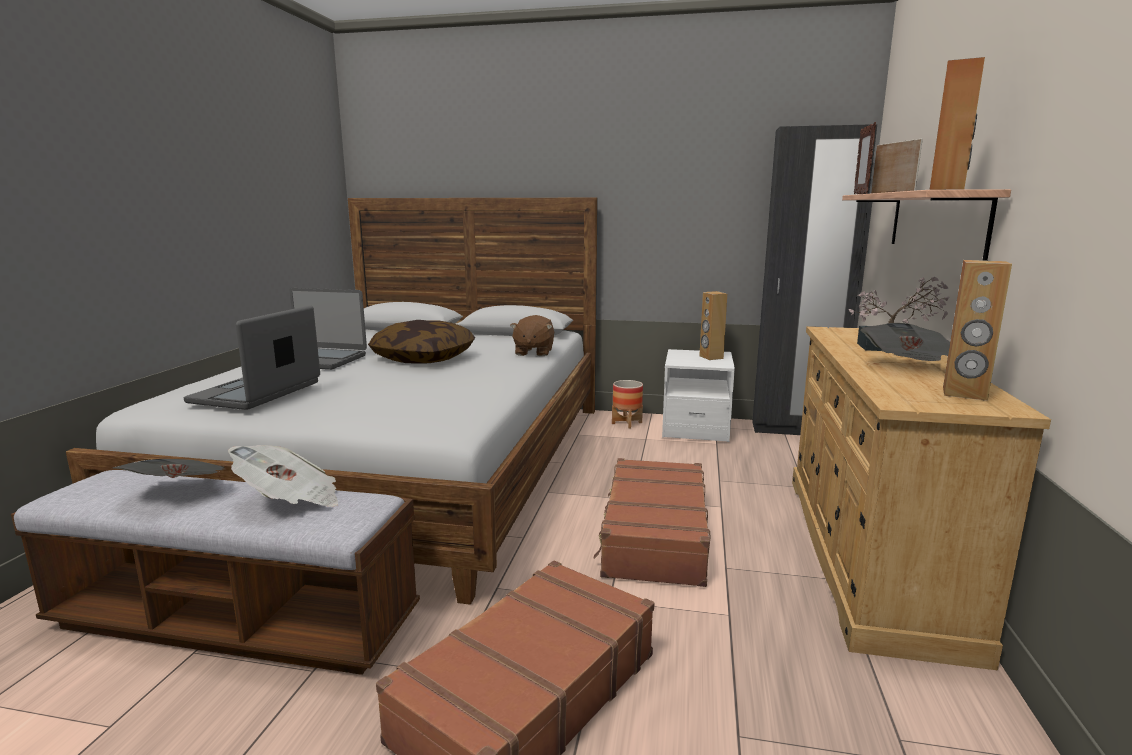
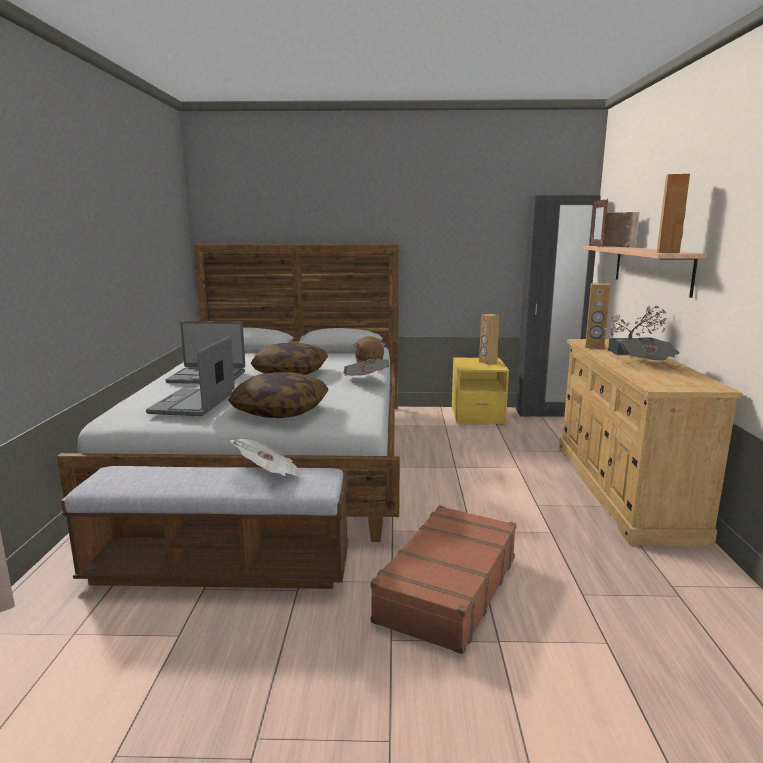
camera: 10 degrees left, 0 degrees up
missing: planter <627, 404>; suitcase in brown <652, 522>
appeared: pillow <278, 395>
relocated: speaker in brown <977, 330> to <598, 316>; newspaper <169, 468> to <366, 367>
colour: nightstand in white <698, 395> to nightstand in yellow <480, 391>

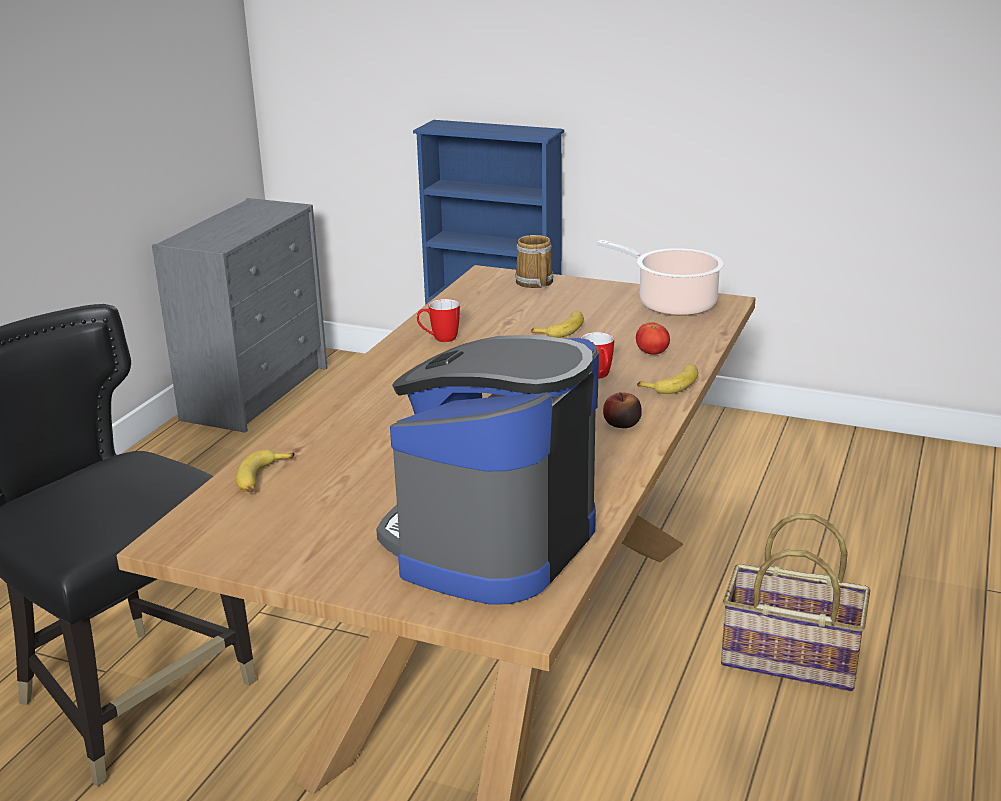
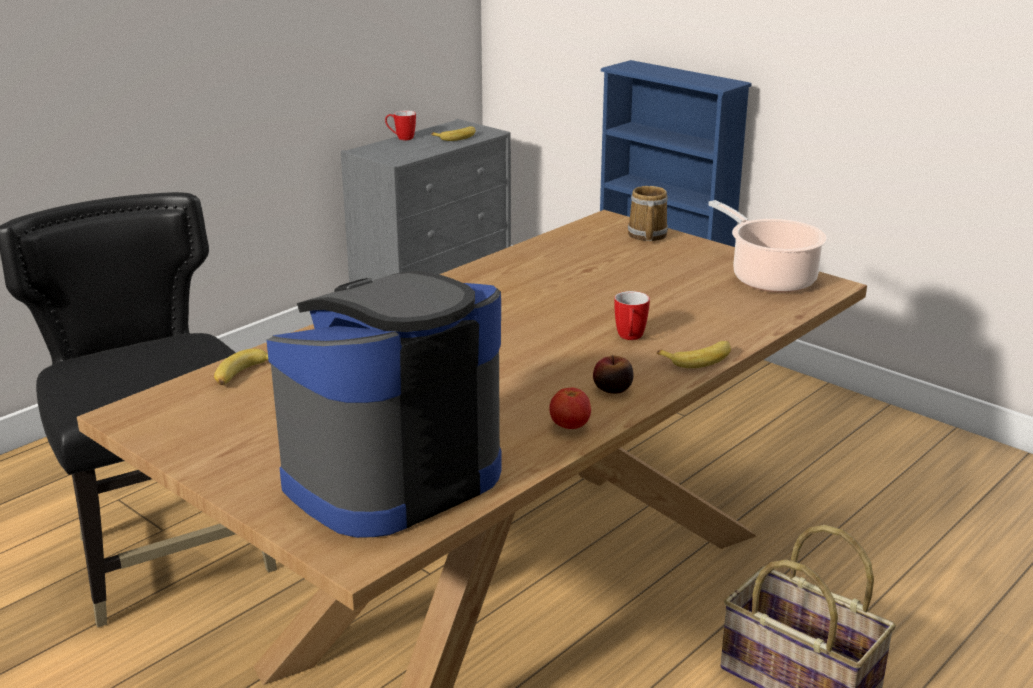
camera: 20 degrees right, 0 degrees up
relocated: mug <438, 320> to <400, 125>; banana <557, 324> to <453, 133>; tomato <653, 338> to <570, 408>

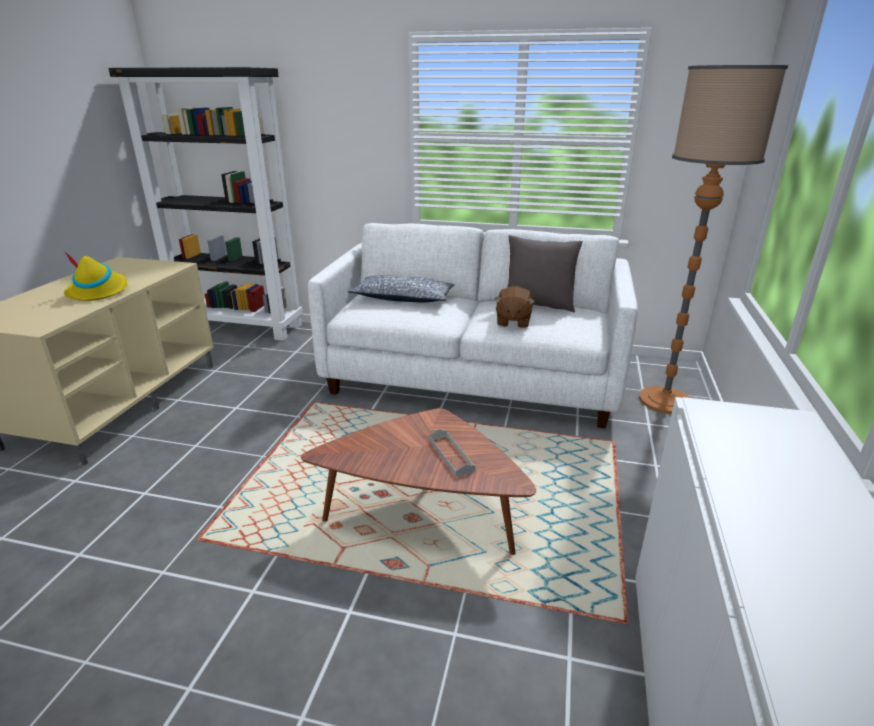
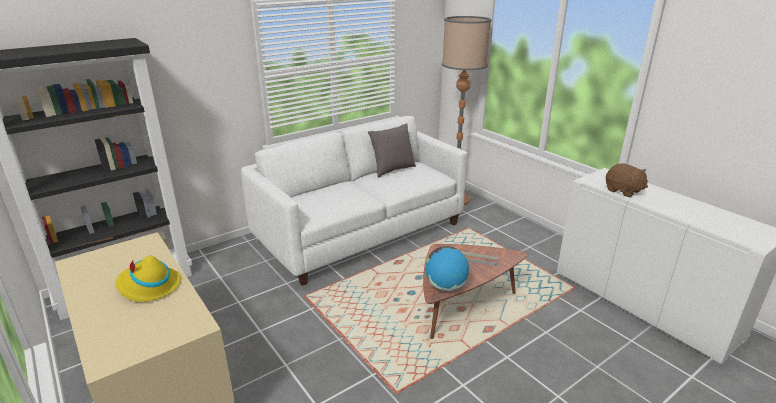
camera: 50 degrees left, 0 degrees up
missing: pillow <401, 288>
appeared: globe <447, 268>
relocated: plush toy in brown <514, 307> to <627, 180>

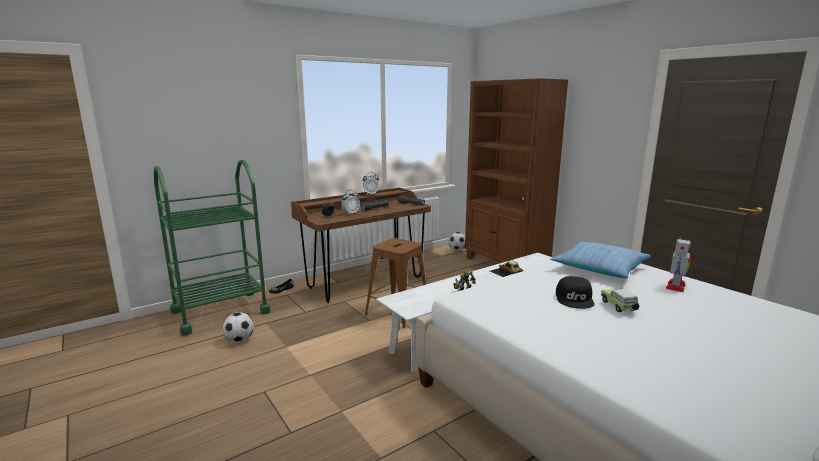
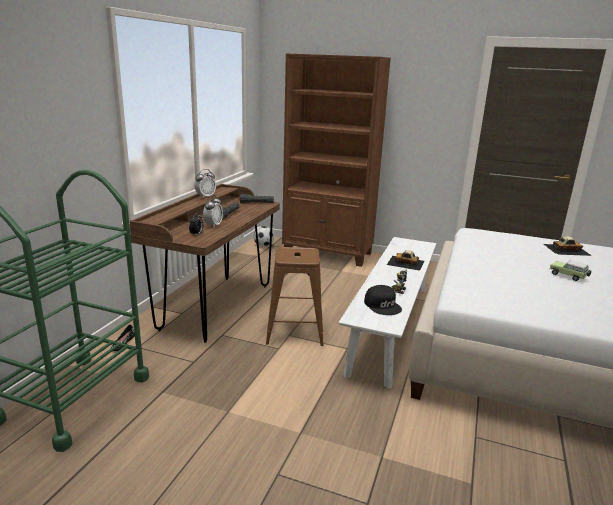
camera: 35 degrees left, 5 degrees up
missing: pillow <600, 259>; football <238, 327>
relocated: cap in black <575, 292> to <383, 300>
exchanged: toy robot <678, 265> to toy car <568, 246>

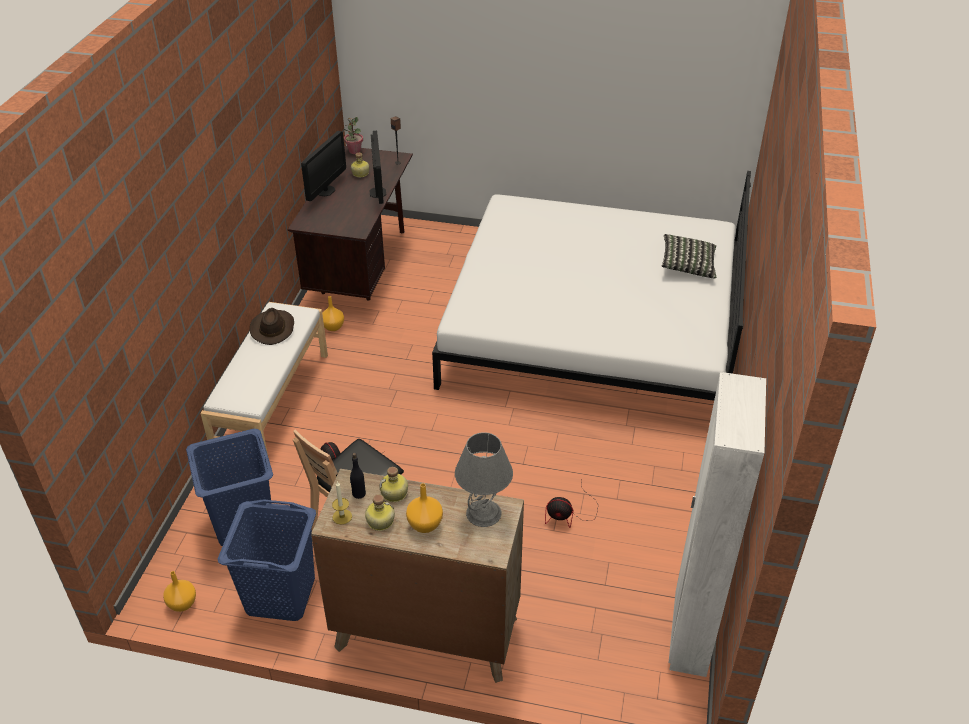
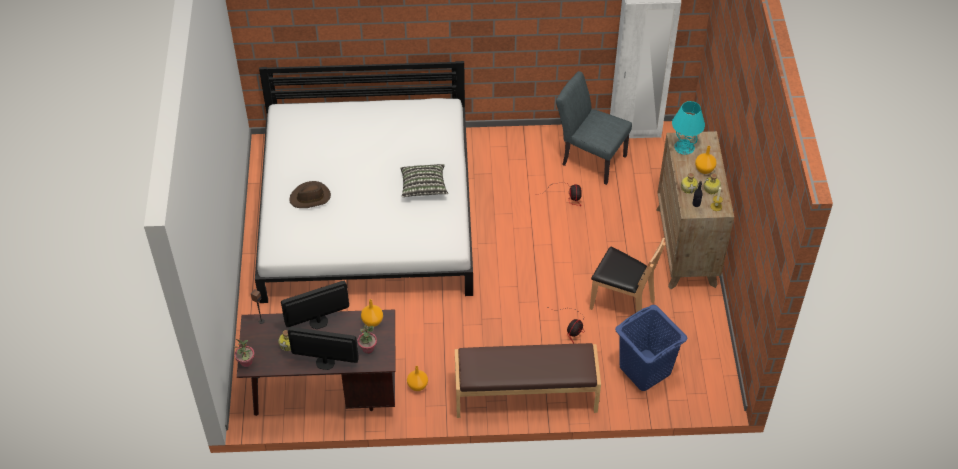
camera: 105 degrees left, 10 degrees up
missing: laundry basket in blue <267, 560>
appeared: chair in grey <594, 128>; potted plant <367, 339>
relocated: pillow <689, 256> to <424, 180>; hat in brown <272, 326> to <310, 194>; vase in orange <179, 591> to <372, 313>
colour: bench in white <264, 380> to bench in brown <528, 380>; table lamp in grey <484, 479> to table lamp in turquoise <688, 128>

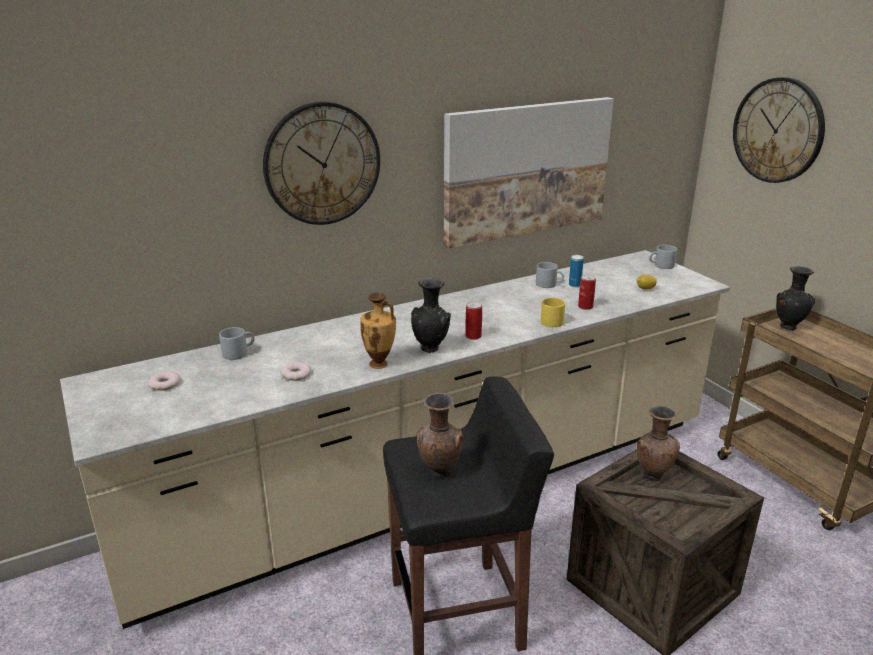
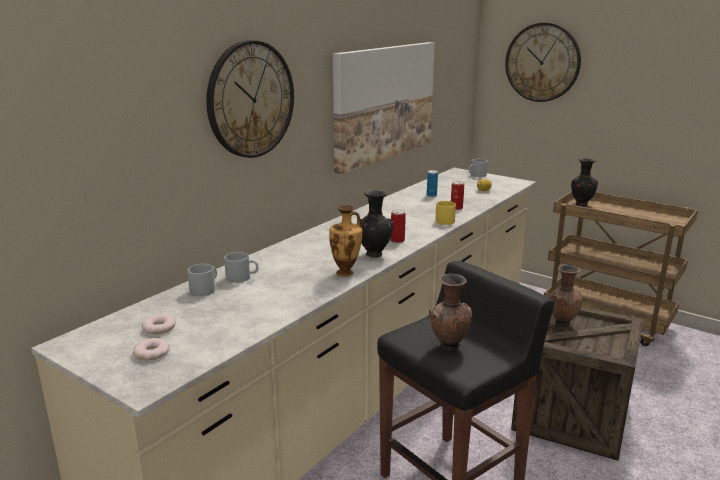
camera: 25 degrees left, 5 degrees down
relocated: mug in grey <550, 275> to <241, 267>; donut <295, 371> to <151, 349>

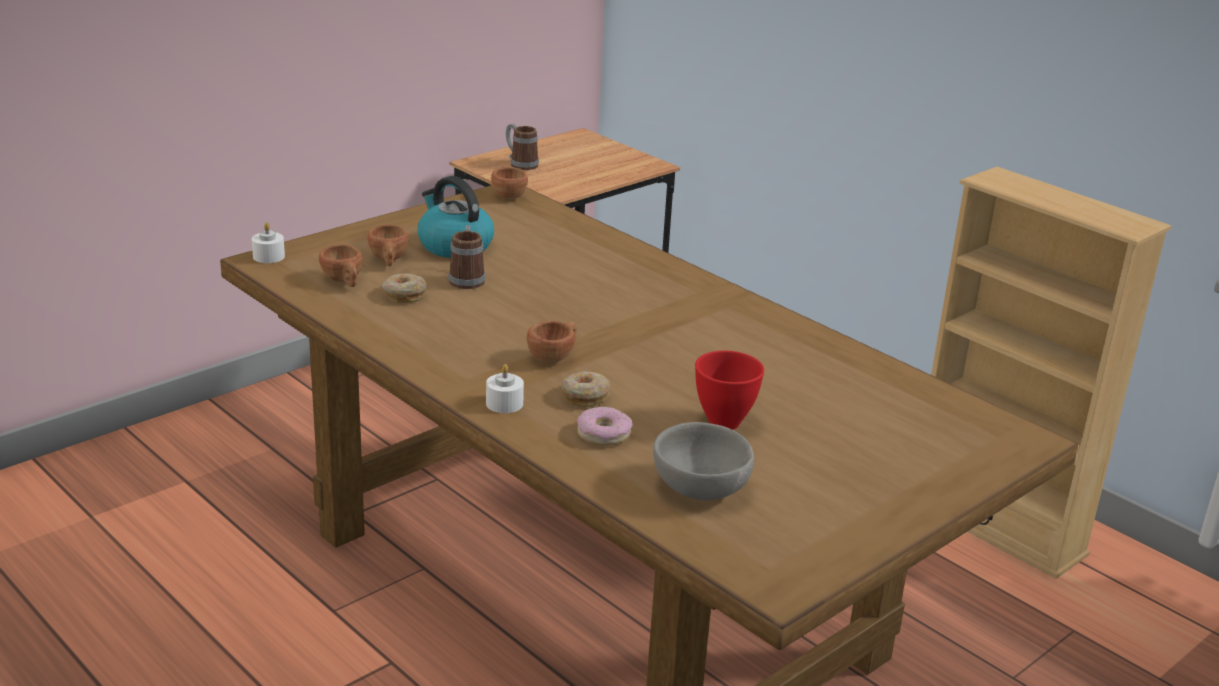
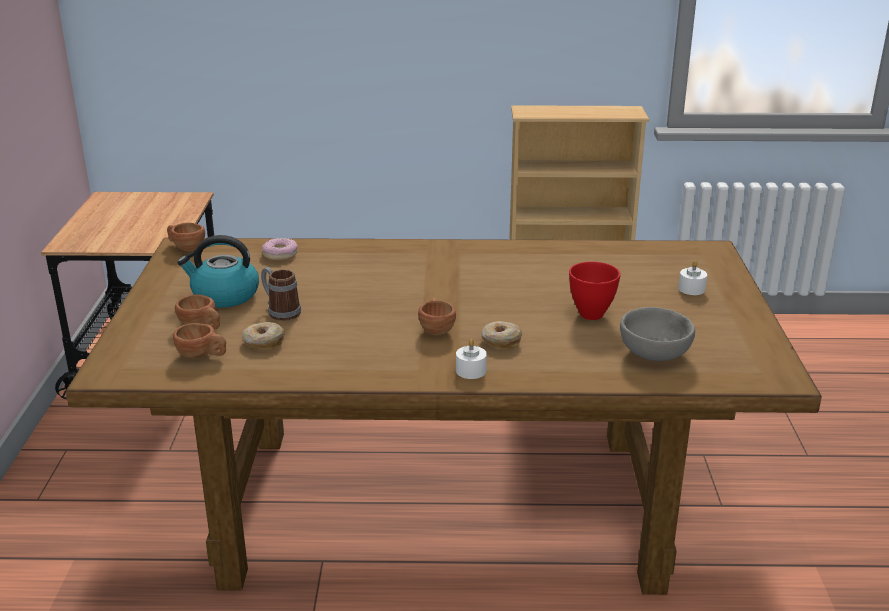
camera: 45 degrees left, 0 degrees up
missing: mug <522, 147>
relocated: candle in white <268, 242> to <692, 277>; donut <605, 426> to <280, 249>

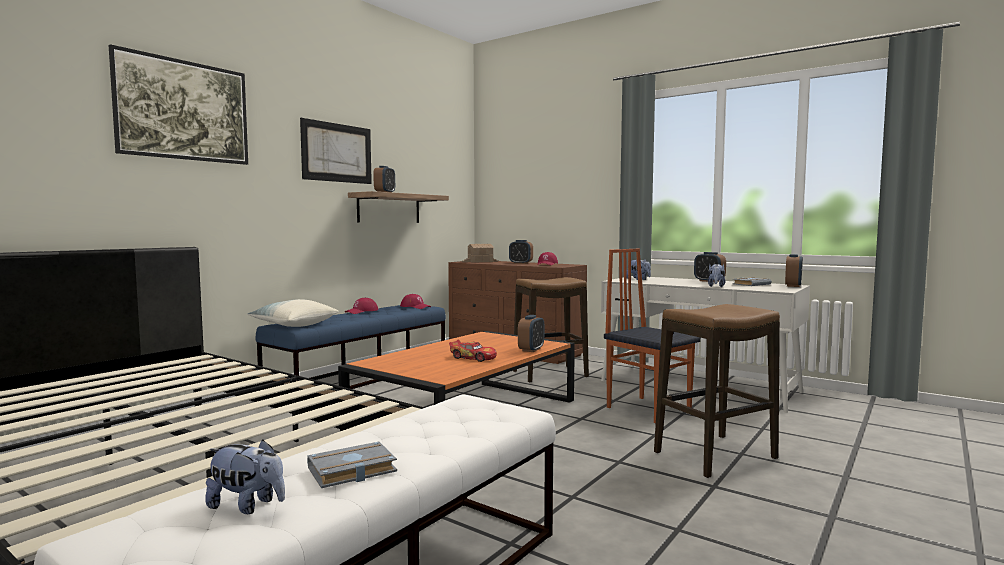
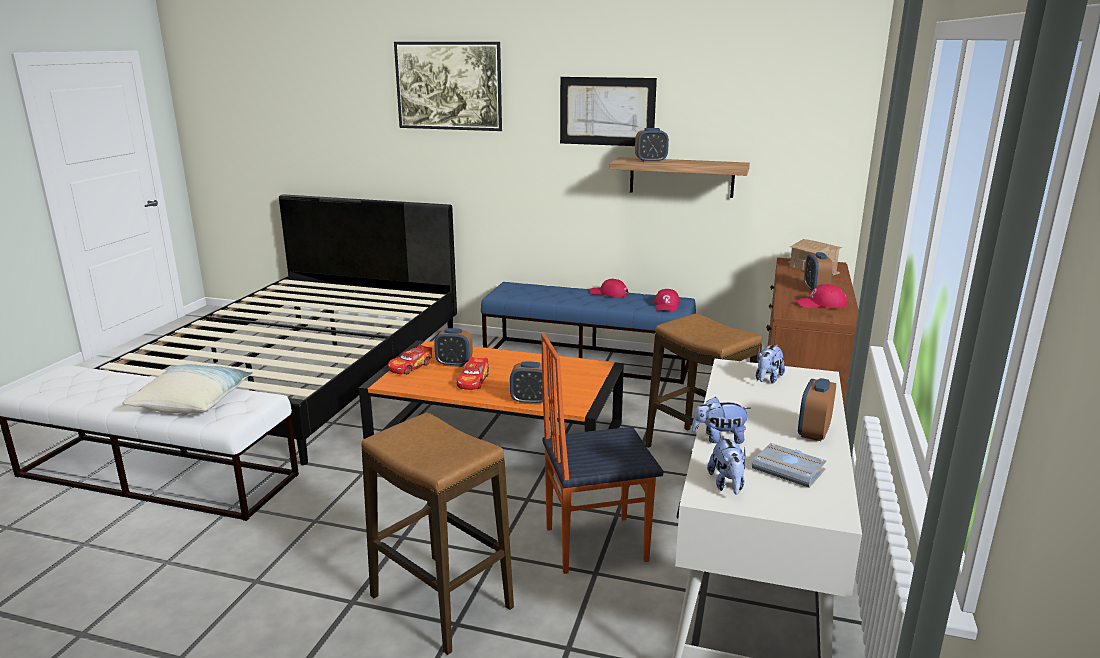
camera: 70 degrees right, 15 degrees up
missing: book in grey <352, 465>
appeared: toy car <410, 359>
relocated: alarm clock <794, 270> to <453, 347>; pillow <293, 313> to <188, 389>; plush toy <245, 477> to <726, 464>
spun: chair <652, 335> = <602, 453> 135 degrees counterclockwise

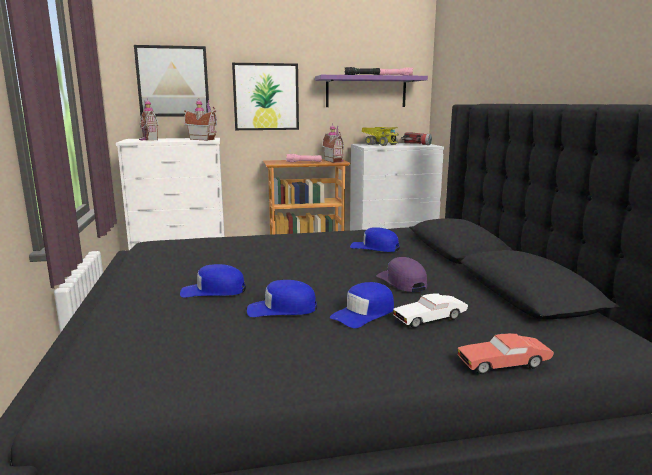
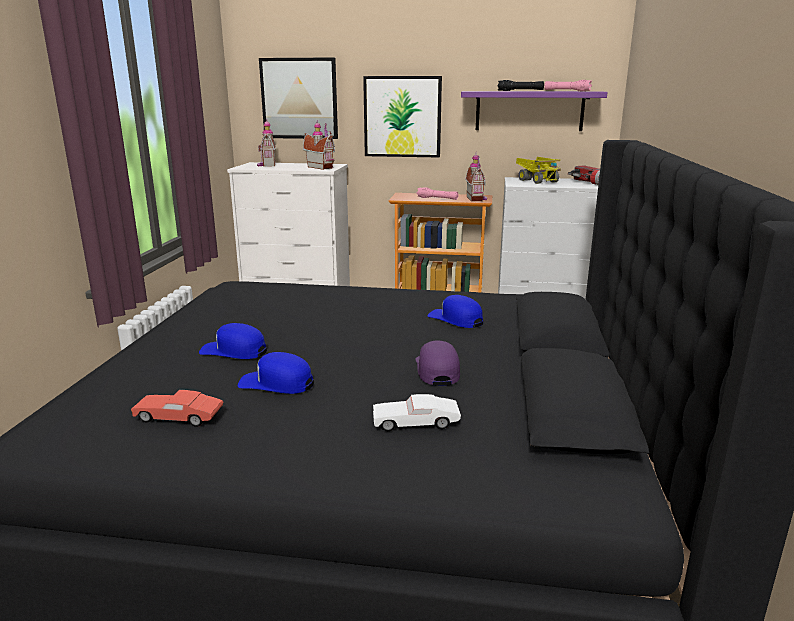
camera: 20 degrees right, 5 degrees up
missing: cap in blue <362, 305>
relocated: toy car in red <505, 353> to <177, 408>

